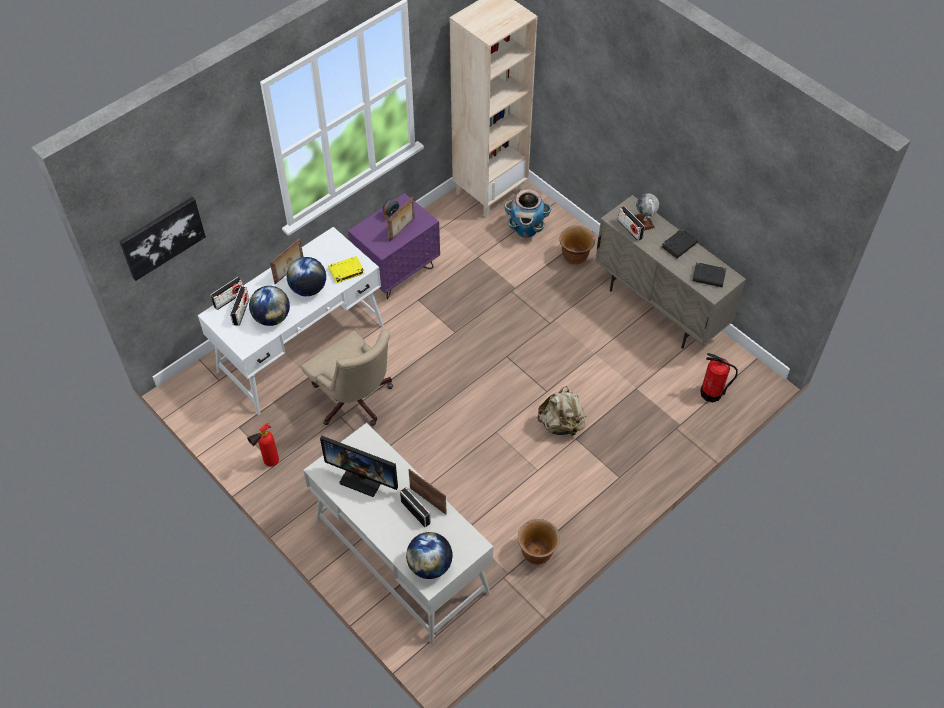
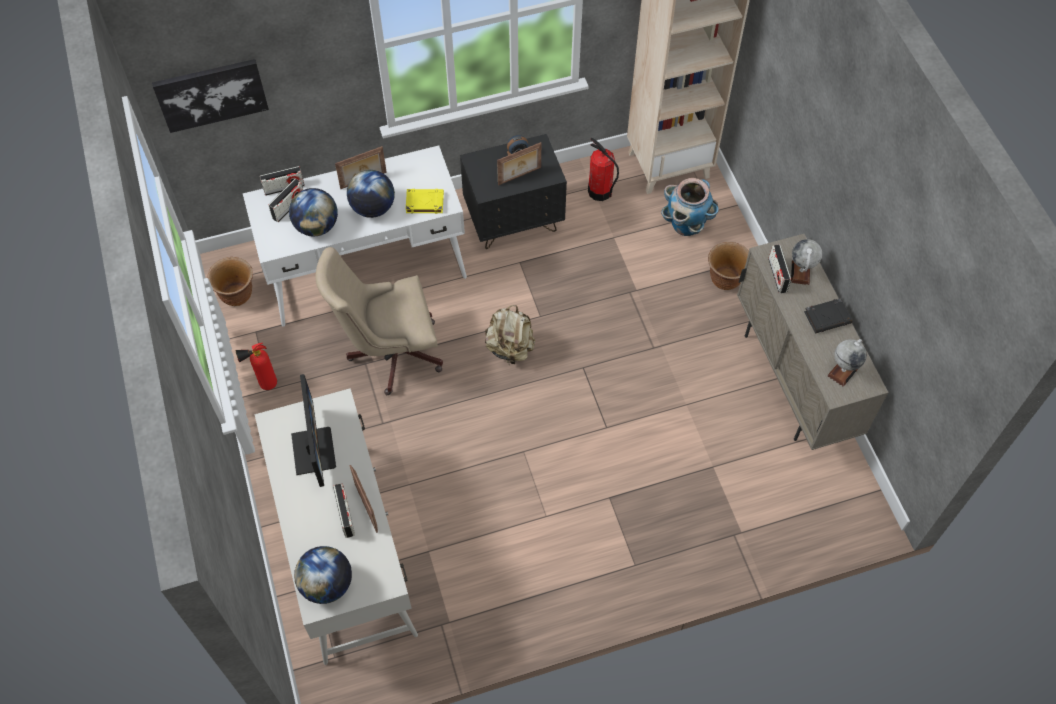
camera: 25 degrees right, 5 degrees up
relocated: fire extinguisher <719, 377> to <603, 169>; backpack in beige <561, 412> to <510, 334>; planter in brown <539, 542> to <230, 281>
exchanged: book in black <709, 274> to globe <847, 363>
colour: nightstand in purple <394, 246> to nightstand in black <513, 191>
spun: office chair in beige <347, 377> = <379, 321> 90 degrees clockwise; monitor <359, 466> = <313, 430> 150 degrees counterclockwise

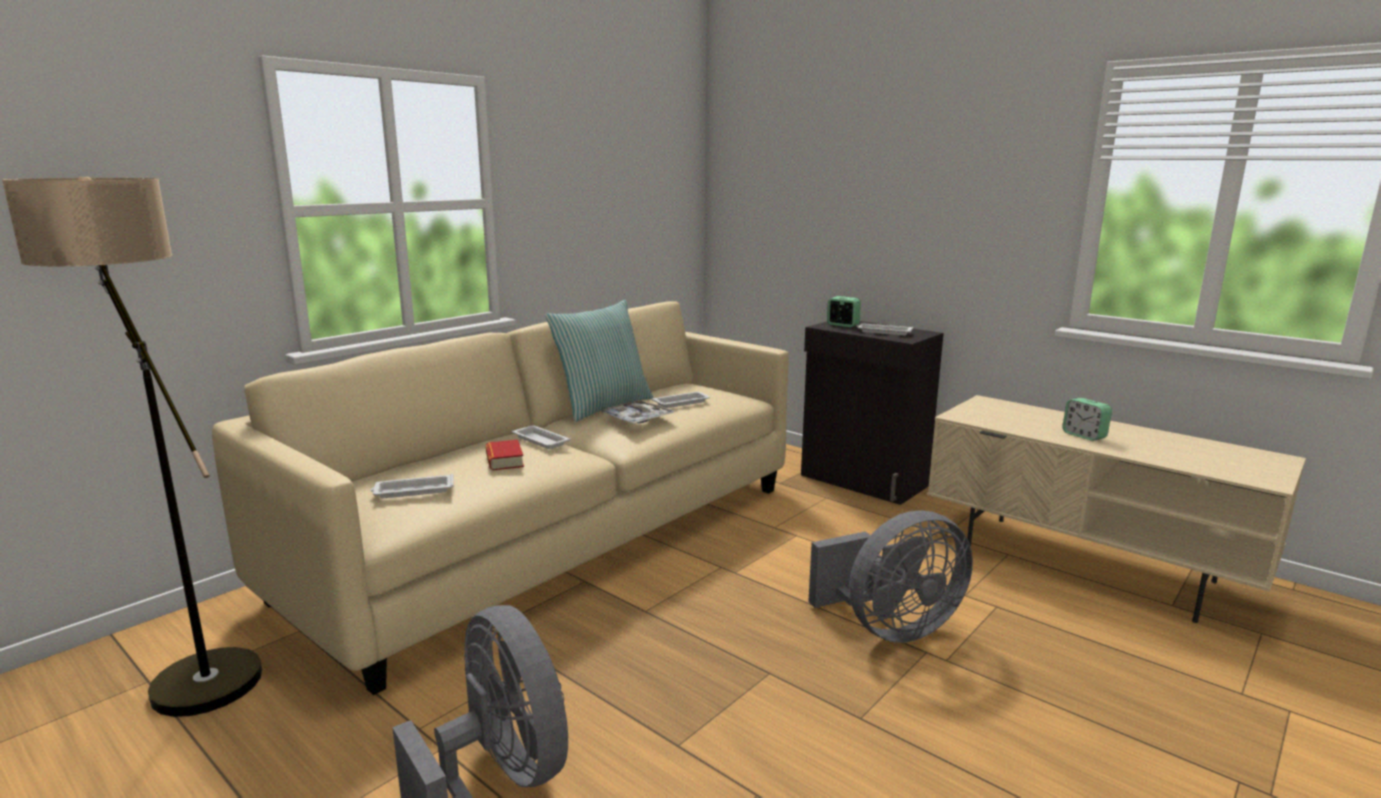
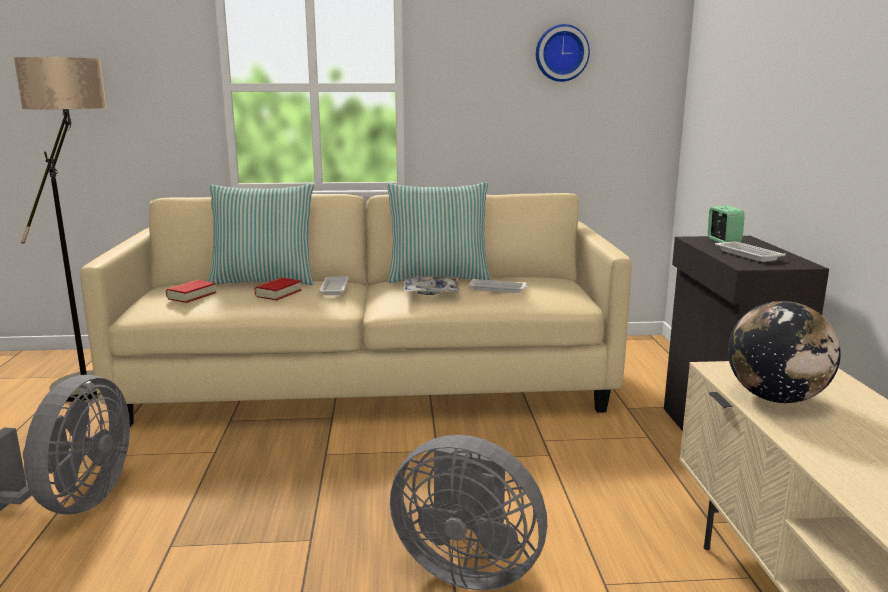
camera: 45 degrees right, 0 degrees up
missing: alarm clock <1087, 419>
appeared: wall clock <563, 53>; pillow <260, 234>; globe <784, 352>
exchanged: tray in white <412, 486> to book <191, 291>

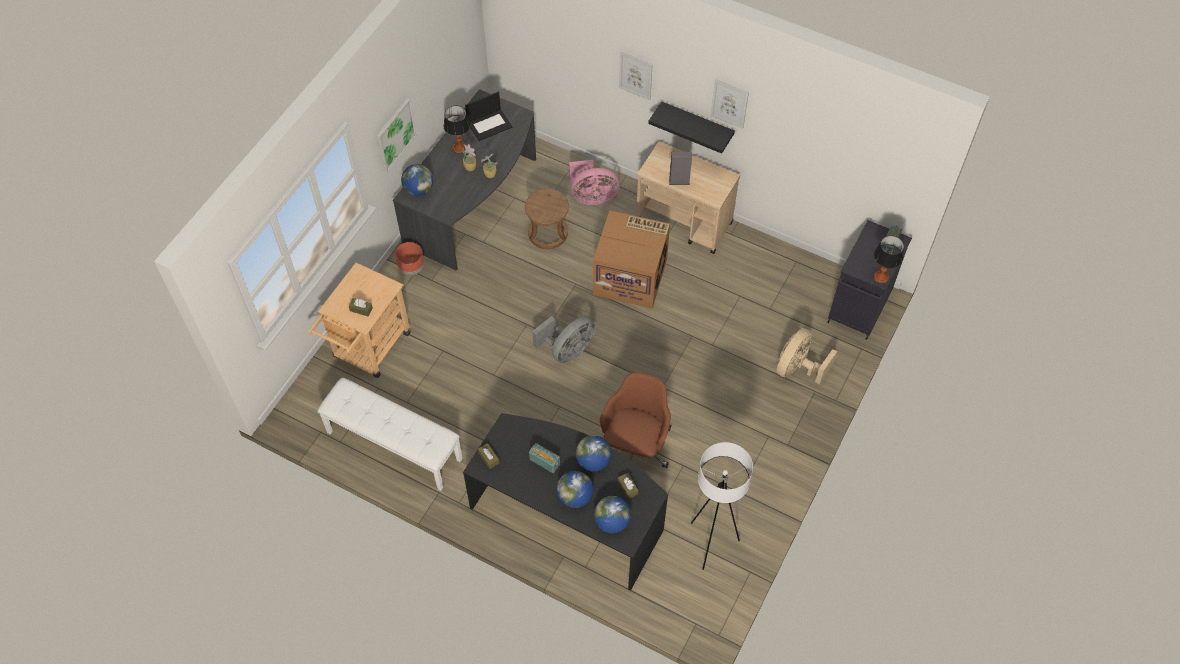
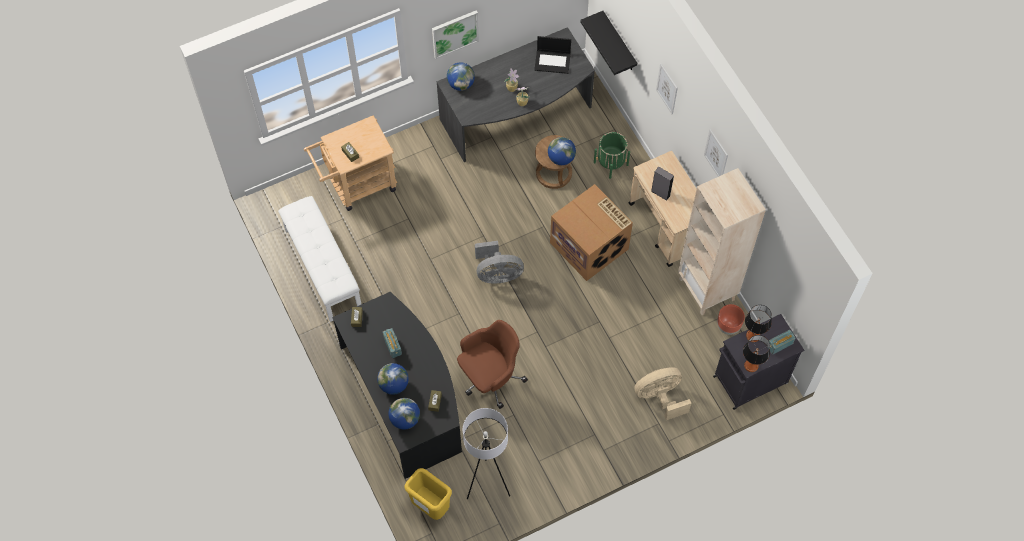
camera: 35 degrees right, 5 degrees up
appeared: bookcase in beige <722, 241>; trash can in yellow <428, 494>
relocated: shelf in black <691, 127> to <608, 43>; table lamp <457, 129> to <758, 323>; planter in brown <409, 258> to <731, 319>; globe <593, 453> to <562, 151>
exchanged: fan in pink <594, 182> to planter in green <612, 155>

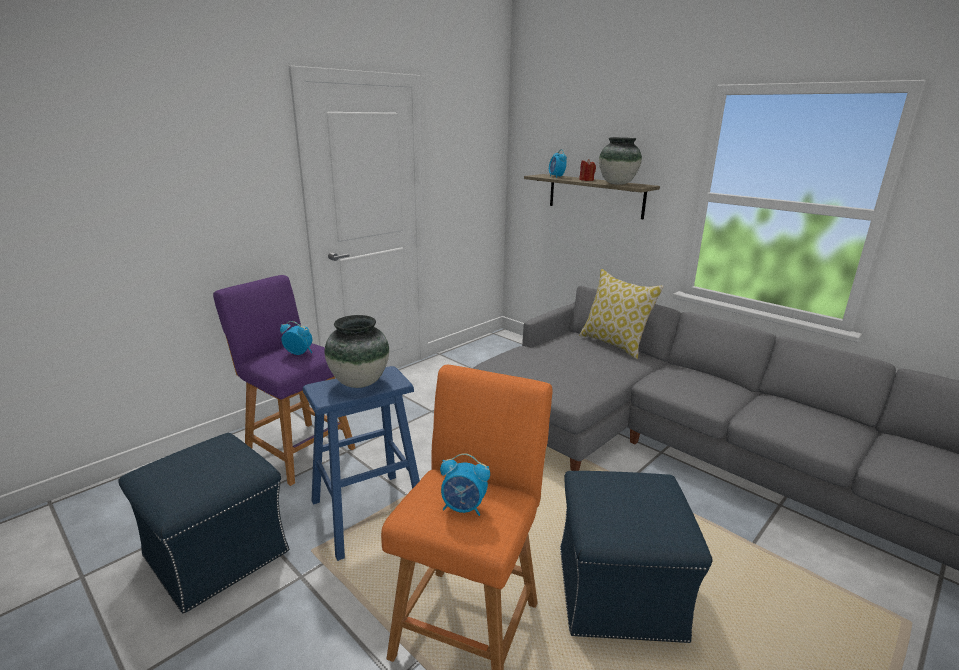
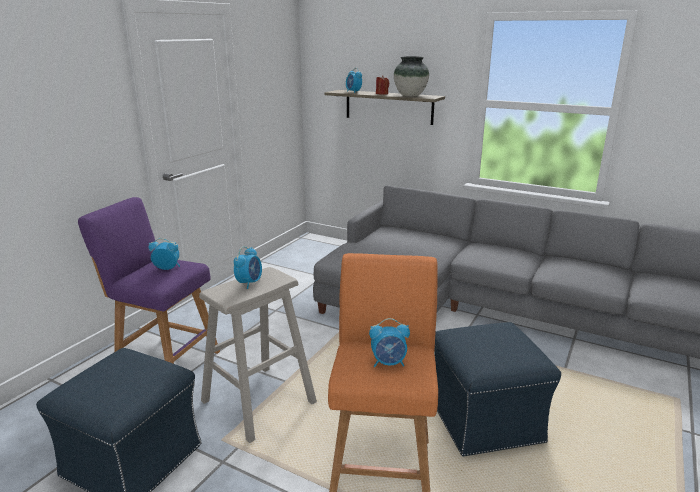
camera: 15 degrees left, 0 degrees up
missing: pillow <621, 314>
exchanged: vase <357, 351> to alarm clock <248, 267>
colour: stool in blue <361, 463> to stool in beige <258, 355>

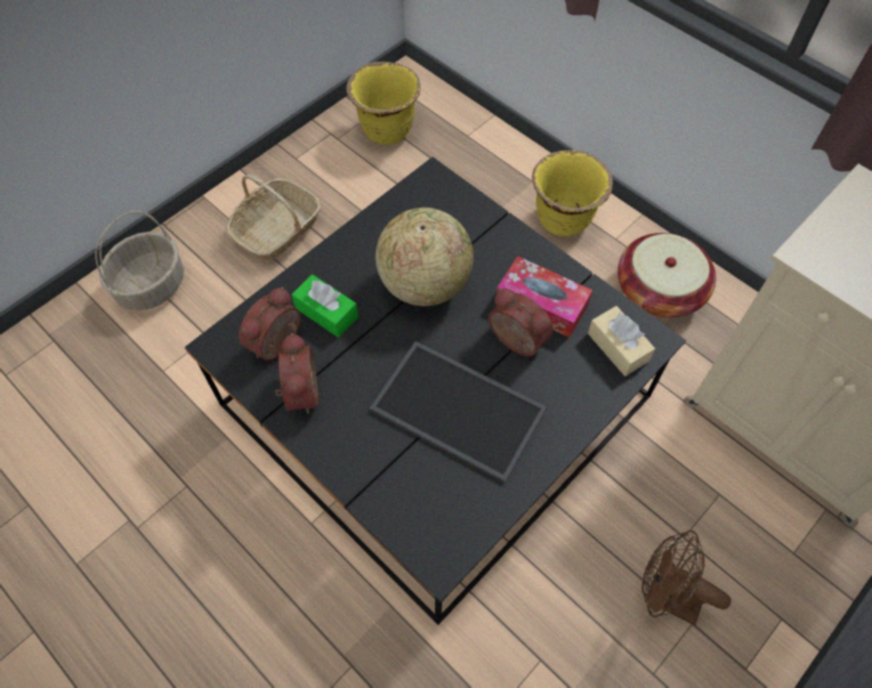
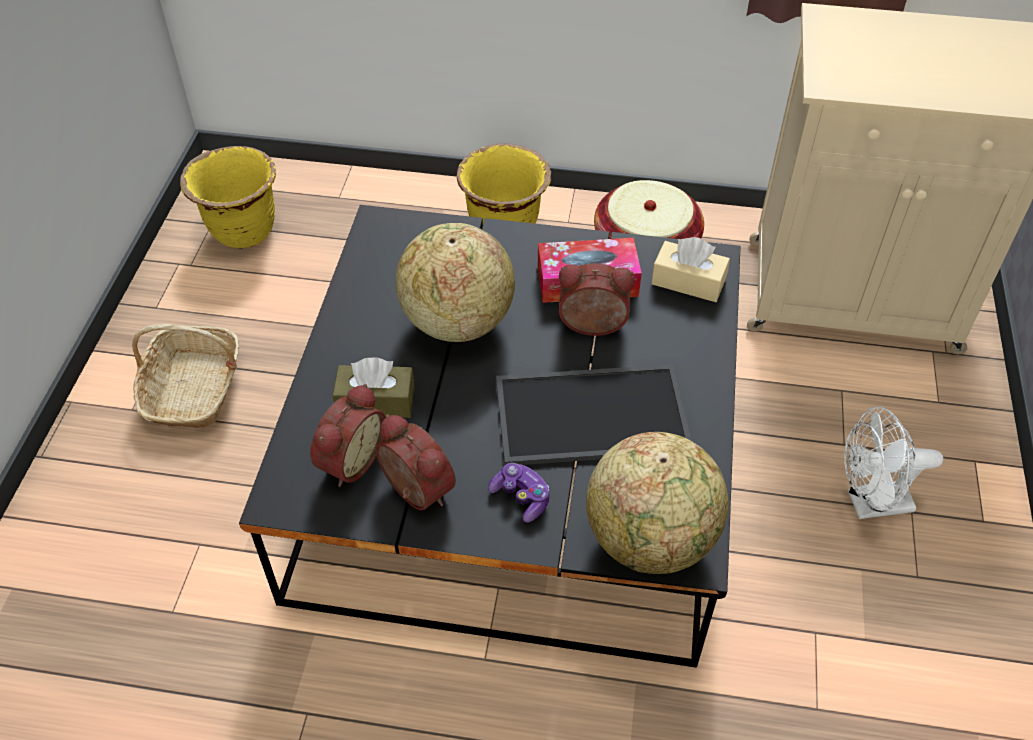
camera: 35 degrees left, 10 degrees down
missing: basket <139, 260>
appeared: globe <657, 503>; game controller <518, 493>
colour: tissue box in green <325, 306> to tissue box in brown <373, 387>; fan in brown <686, 577> to fan in white <893, 463>
spun: alarm clock <270, 323> = <348, 435> 150 degrees counterclockwise

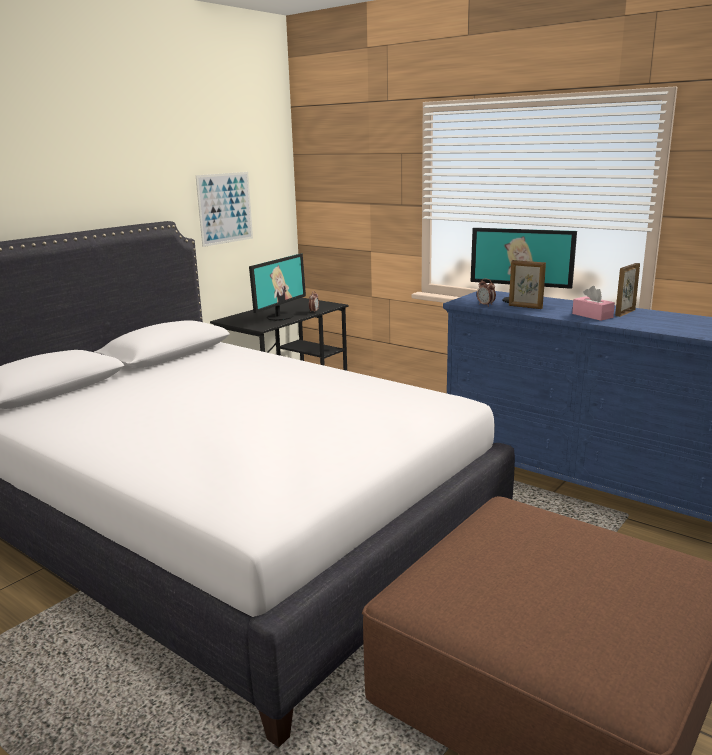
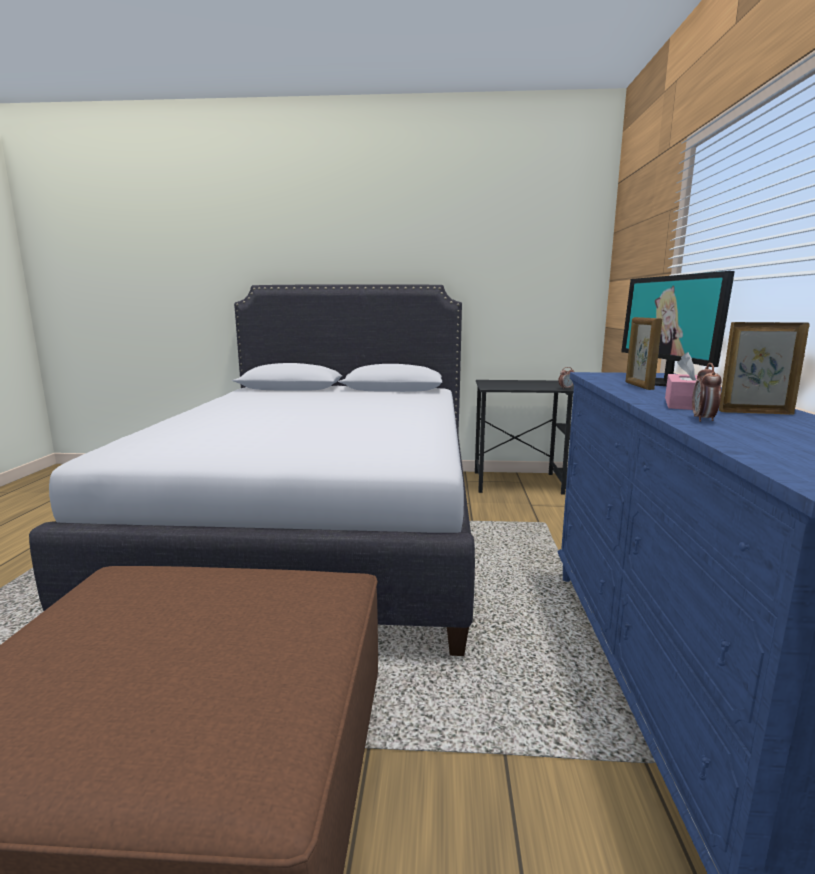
camera: 55 degrees right, 5 degrees down
missing: picture <224, 209>; monitor <277, 287>
relocated: alarm clock <486, 292> to <706, 392>

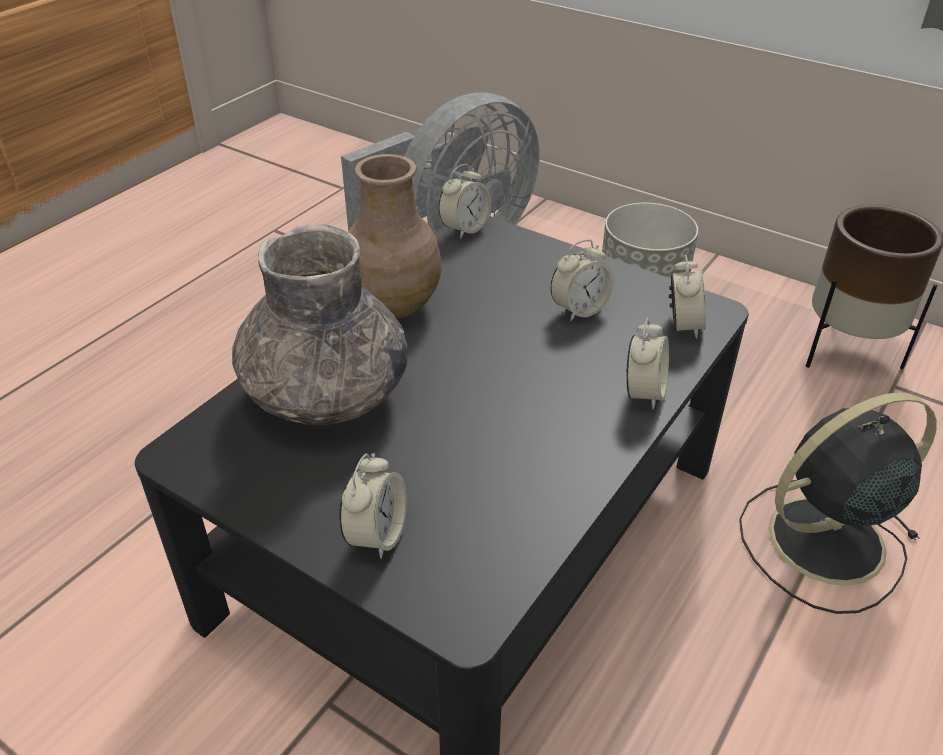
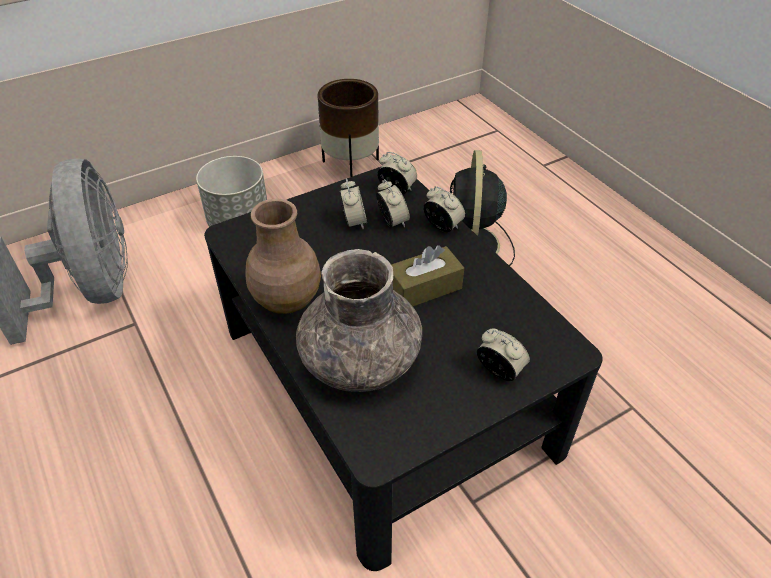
camera: 65 degrees left, 5 degrees up
appeared: tissue box in brown <427, 275>
relocated: alarm clock <464, 201> to <393, 203>

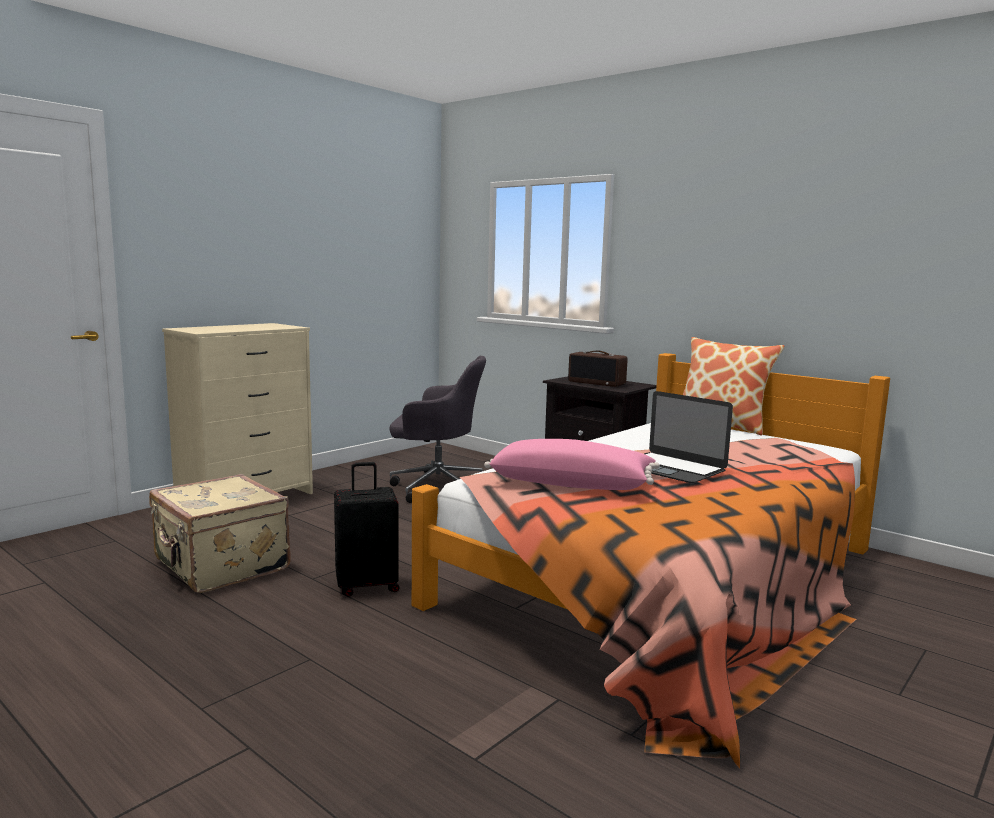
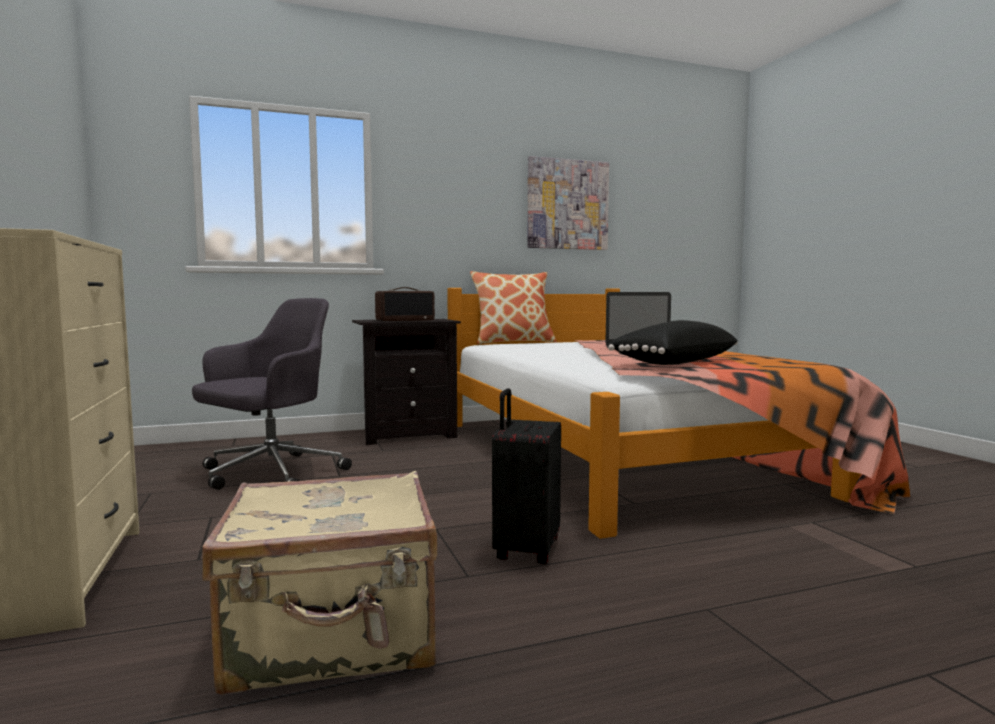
camera: 60 degrees left, 5 degrees down
appeared: picture <568, 203>
colour: pillow in pink <572, 464> to pillow in black <672, 342>

